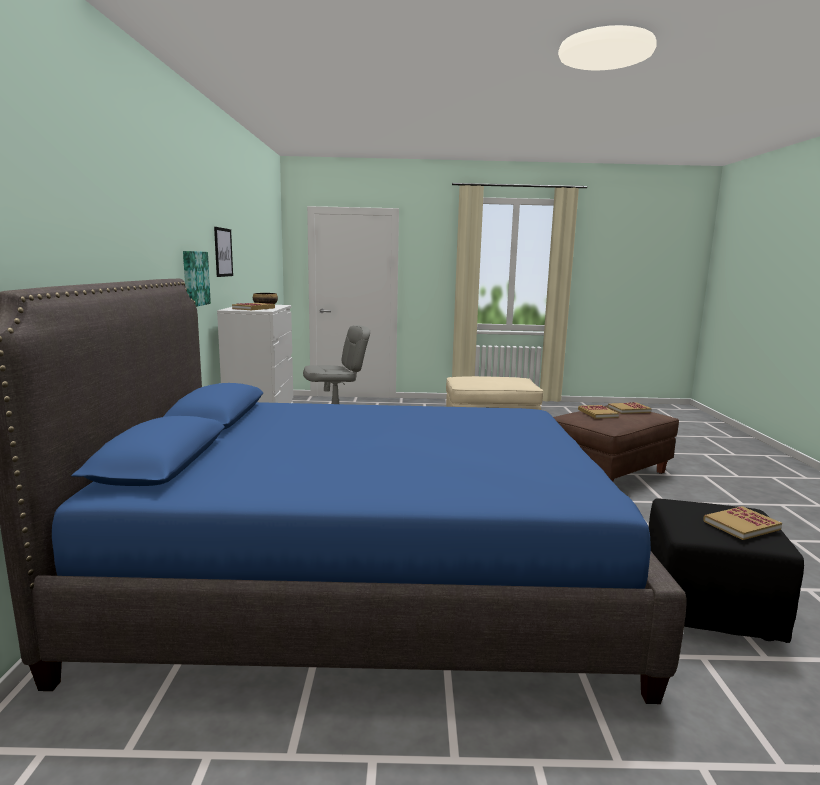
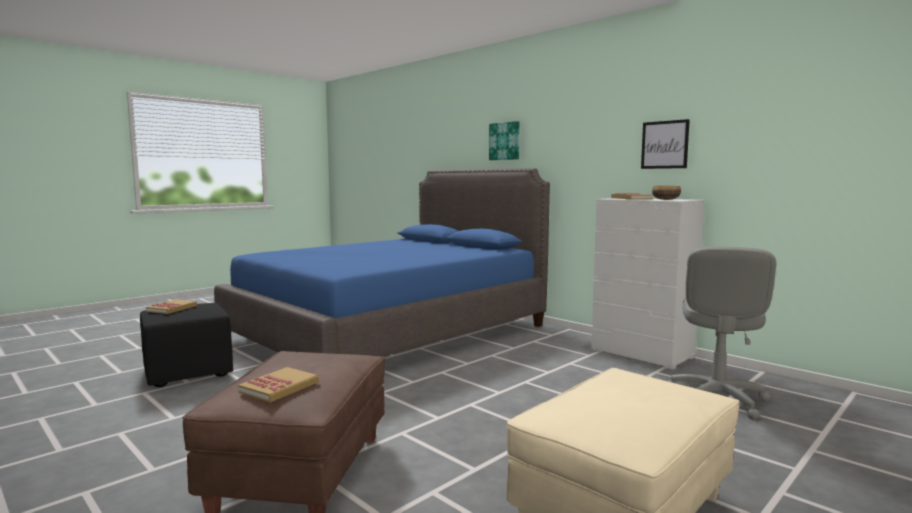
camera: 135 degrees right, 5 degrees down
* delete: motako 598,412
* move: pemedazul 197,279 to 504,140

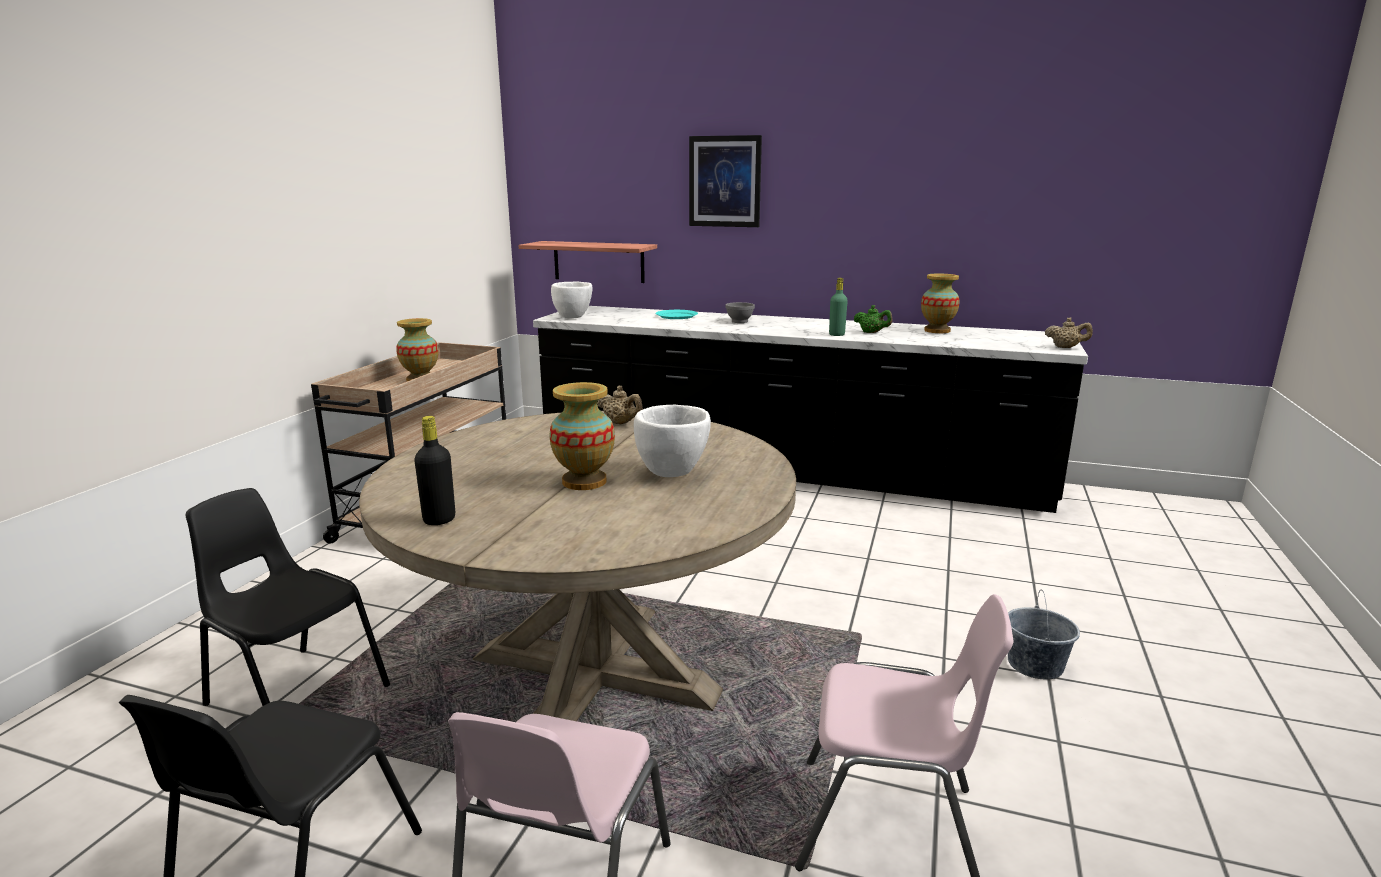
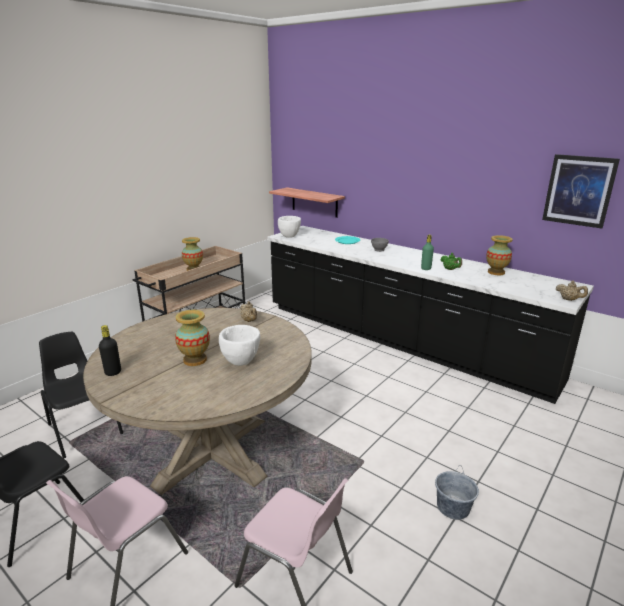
camera: 20 degrees right, 5 degrees up
* move: pemedazul 725,181 to 581,191

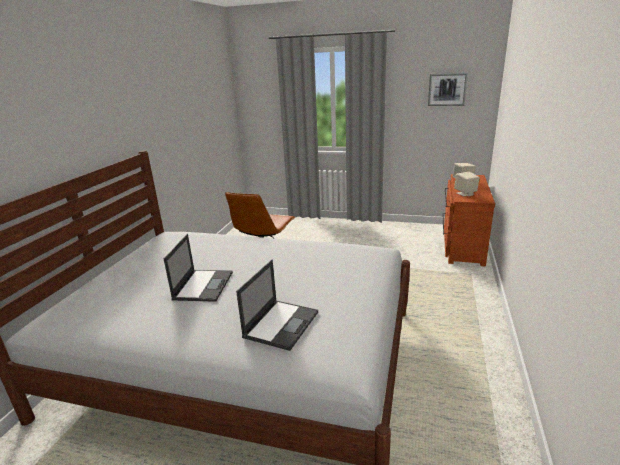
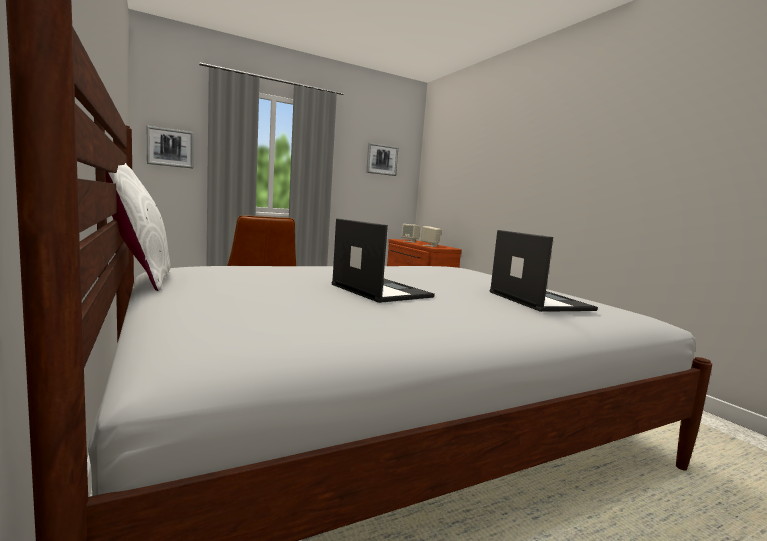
camera: 45 degrees left, 15 degrees down
* insert: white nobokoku 138,227
* insert: pemedazul 170,147

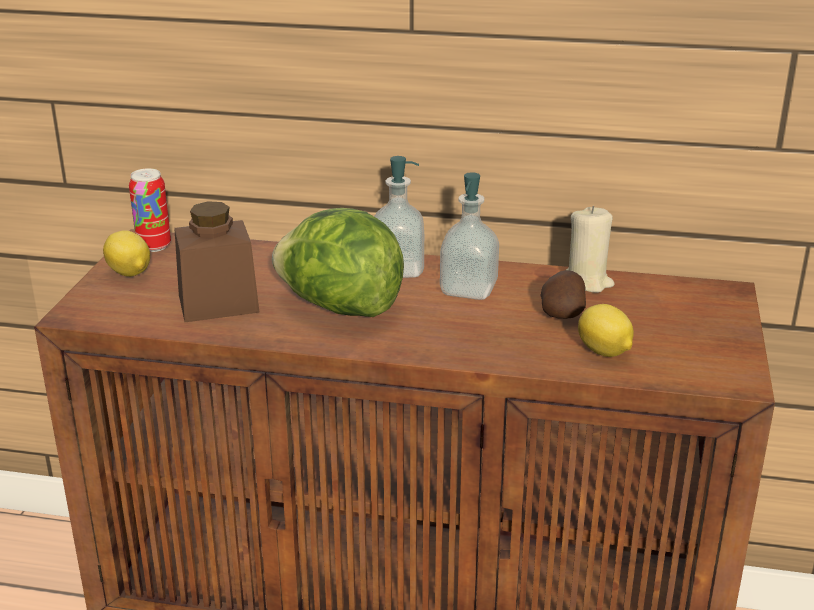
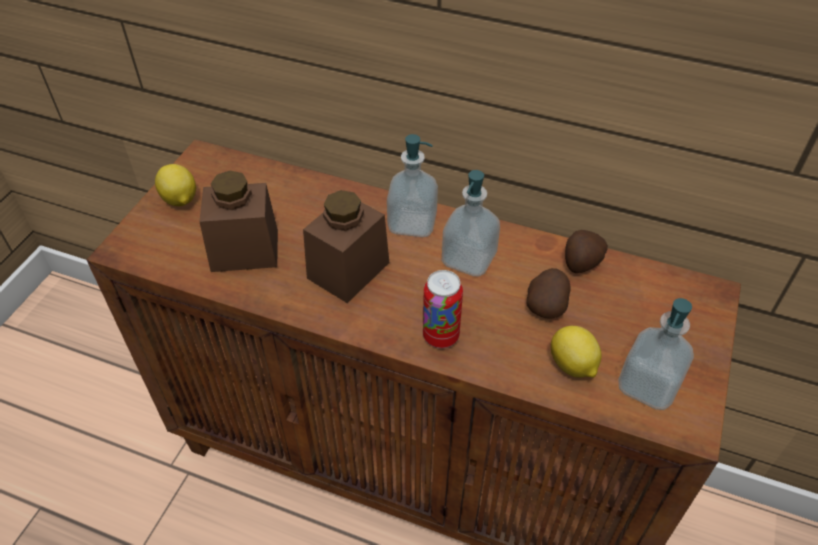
camera: 10 degrees right, 20 degrees up
* insert: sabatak 656,354
* move: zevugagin 150,210 to 443,309
* replace: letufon 338,262 to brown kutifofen 346,246
* replace: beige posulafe 590,249 to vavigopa 586,251

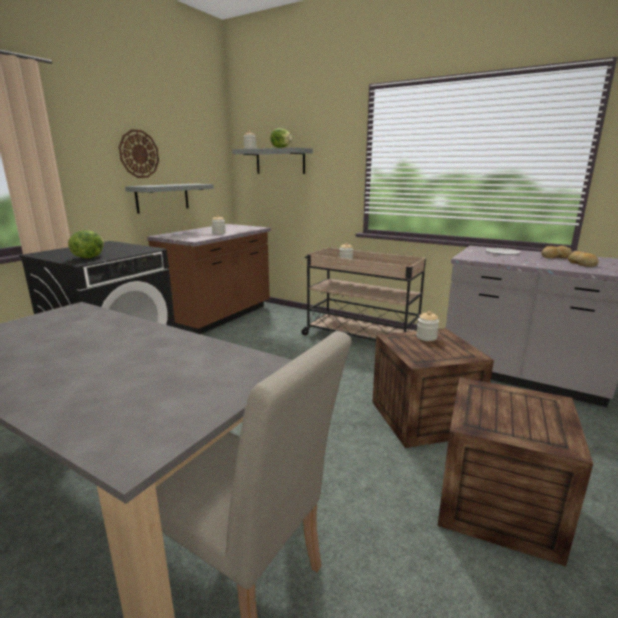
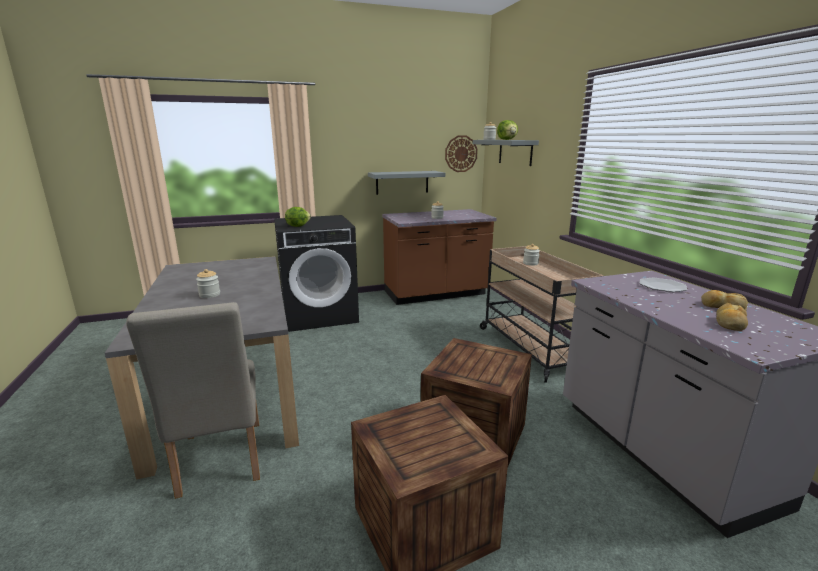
camera: 40 degrees right, 0 degrees up
* move: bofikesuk 139,153 to 461,154
* move: kutifofen 427,326 to 208,283

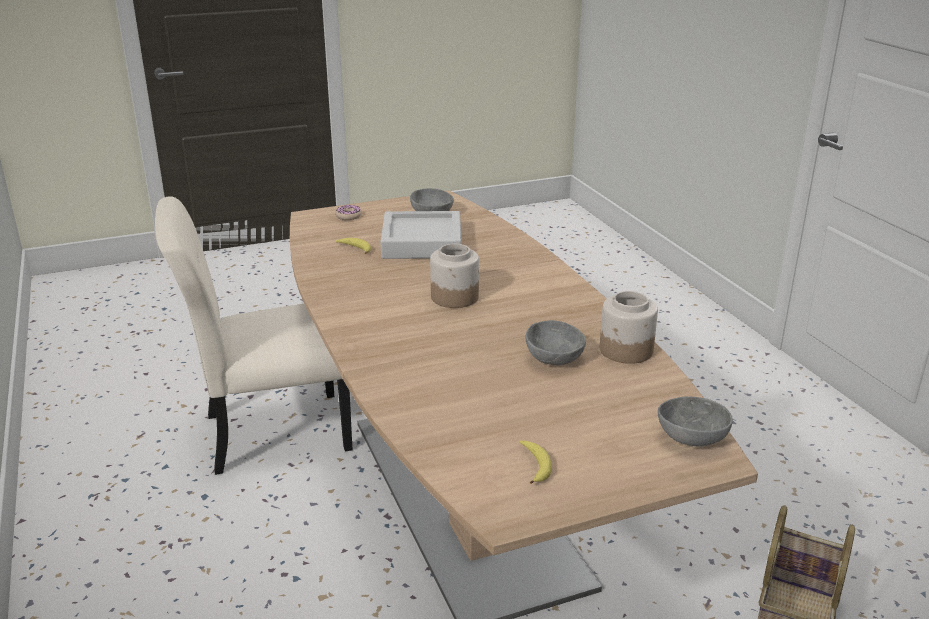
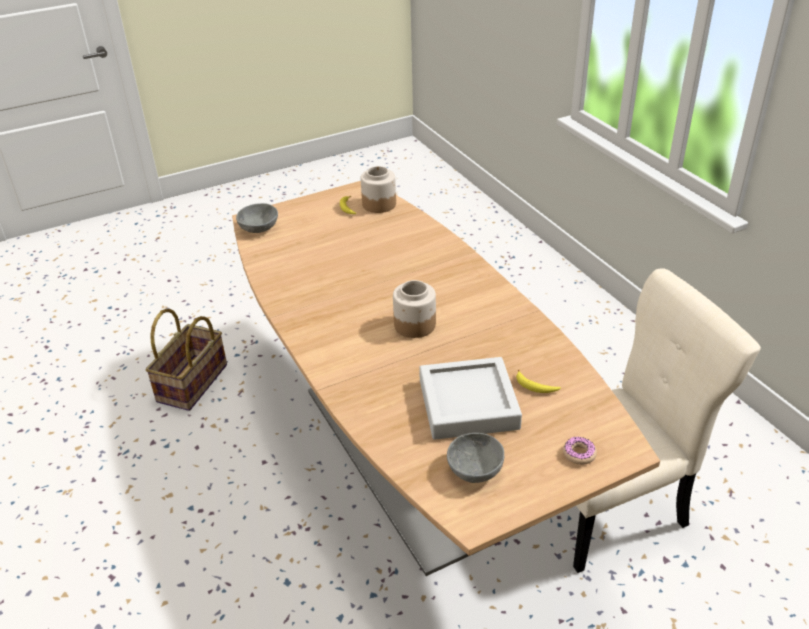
camera: 175 degrees right, 10 degrees up
* delete: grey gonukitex 555,342
* move: kutifofen 629,327 to 378,189

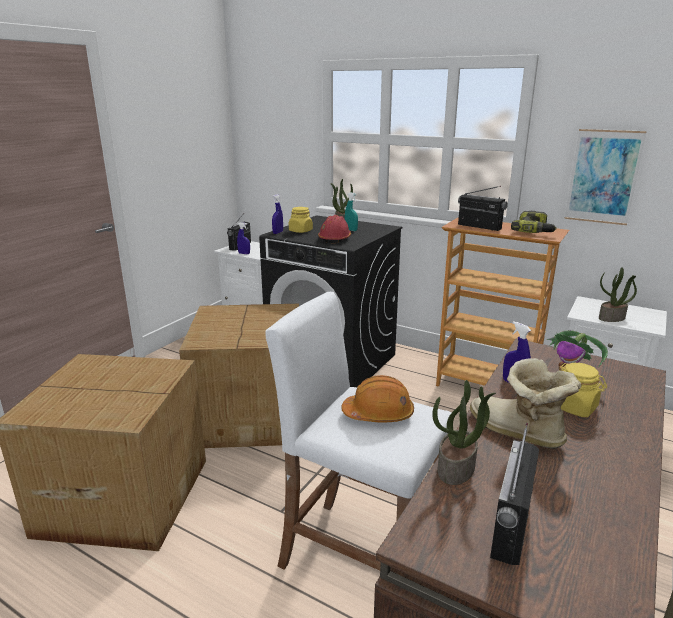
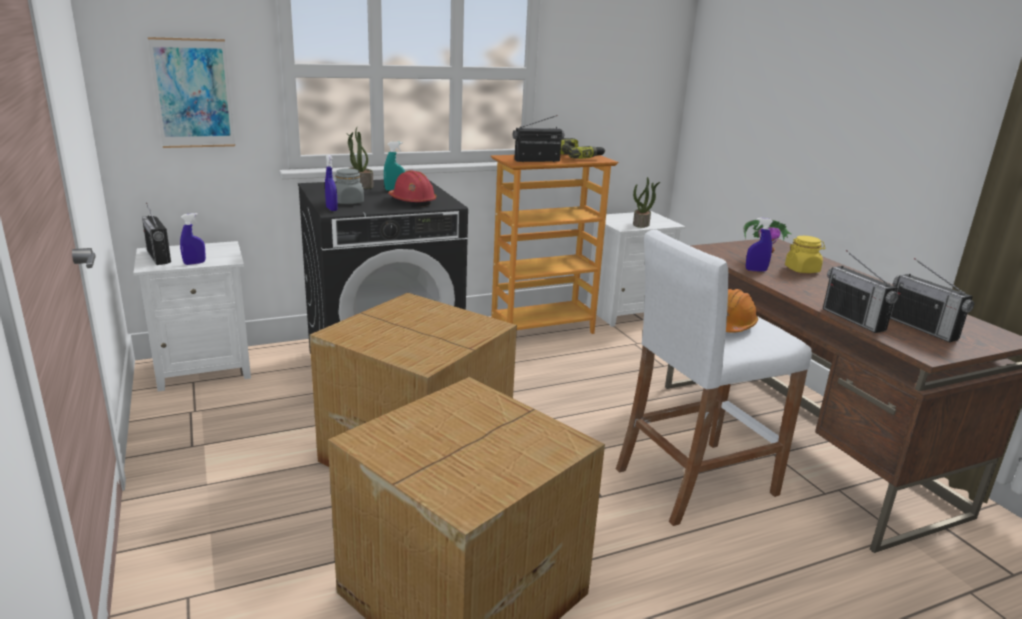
camera: 55 degrees left, 0 degrees up
* delete: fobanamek 525,403
* move: pemedazul 605,177 to 191,92
* replace: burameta 464,432 to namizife 860,291
* recolor: yellow kutifofen 301,220 to grey kutifofen 349,186

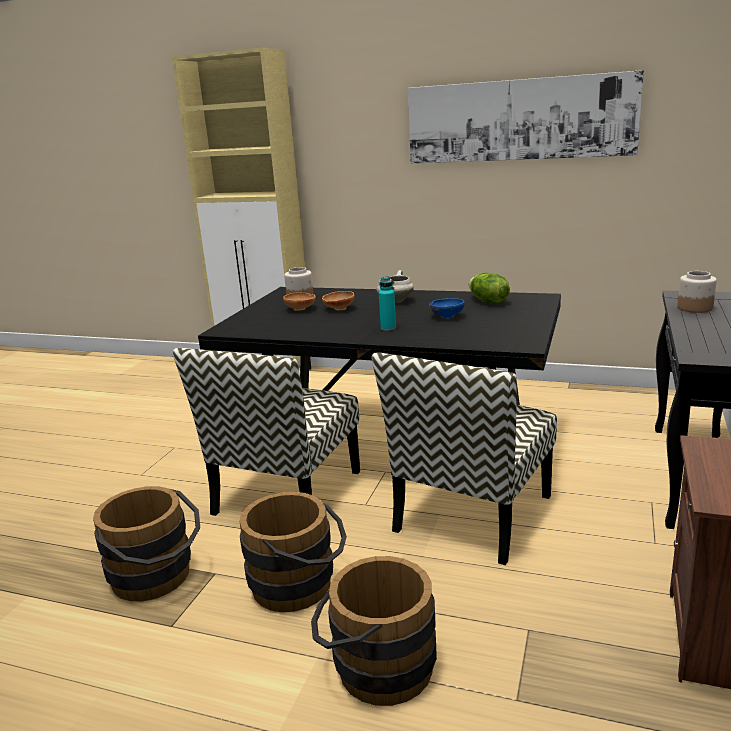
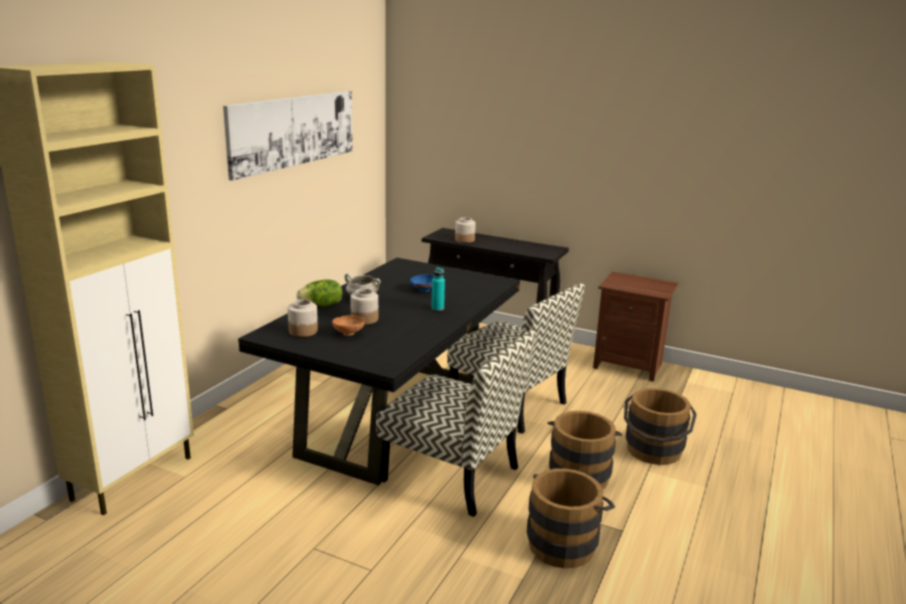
camera: 85 degrees left, 0 degrees up
* move: letufon 489,288 to 319,293
* replace: brown gonukitex 338,301 to kutifofen 364,307

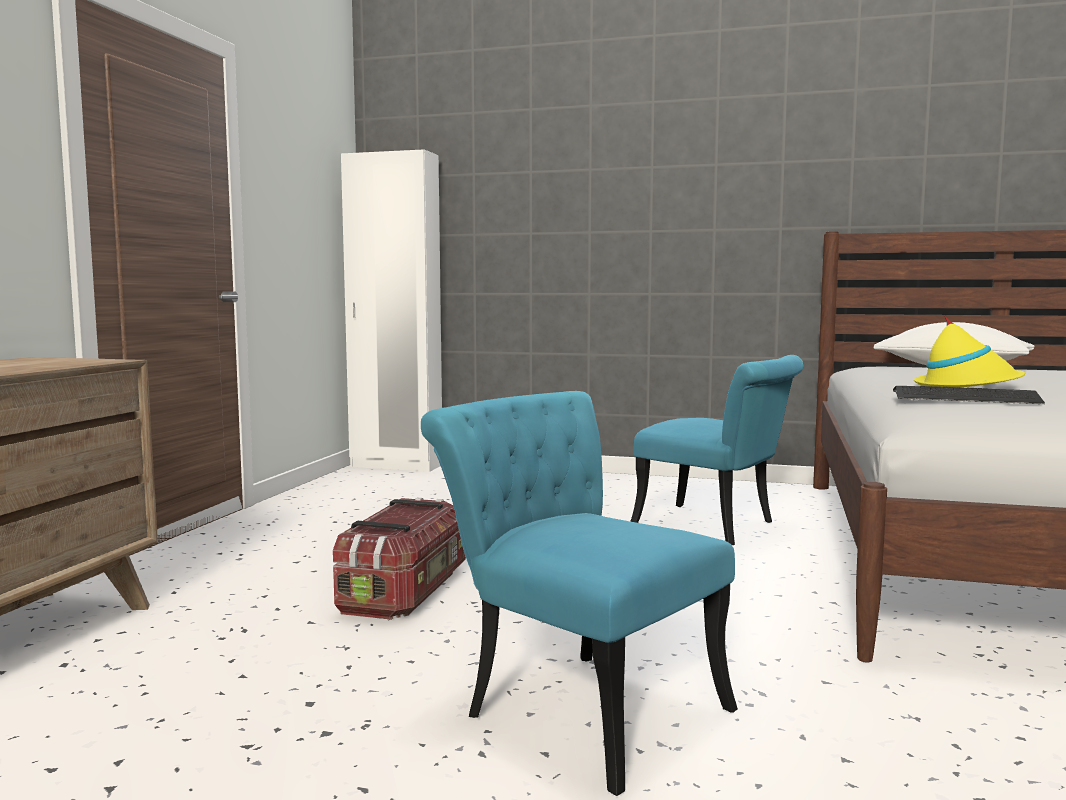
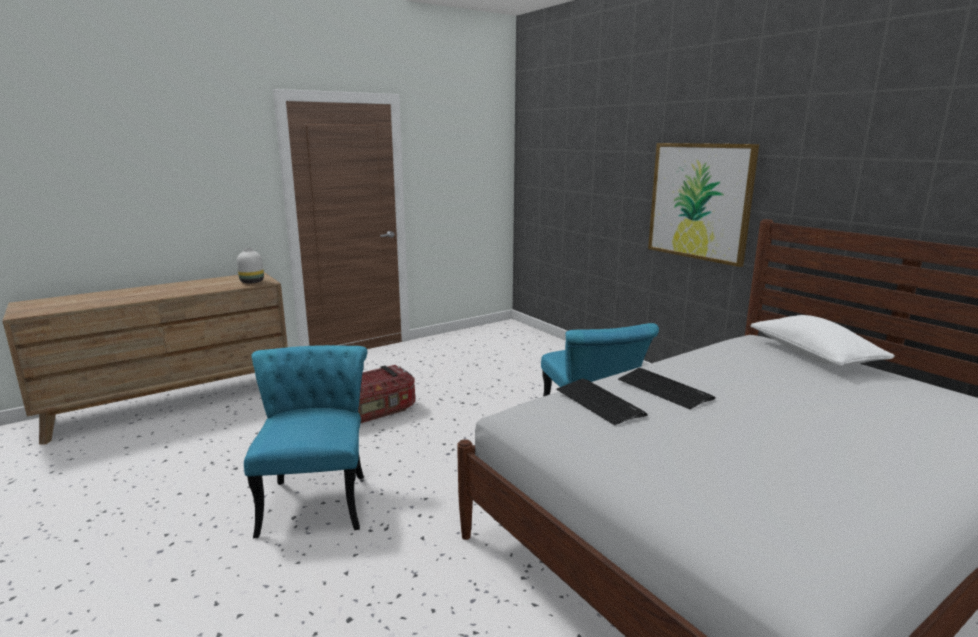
camera: 40 degrees right, 10 degrees up
* delete: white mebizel 391,310
* insert: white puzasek 250,265
* insert: pemedazul 703,205
* replace: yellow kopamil 969,351 to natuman 666,388

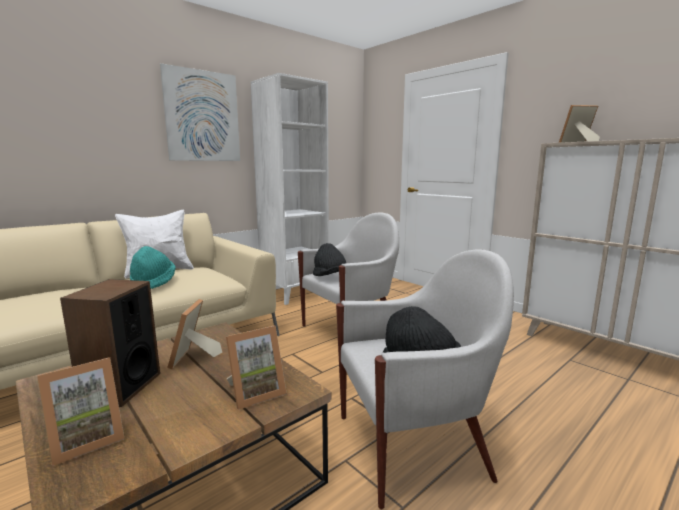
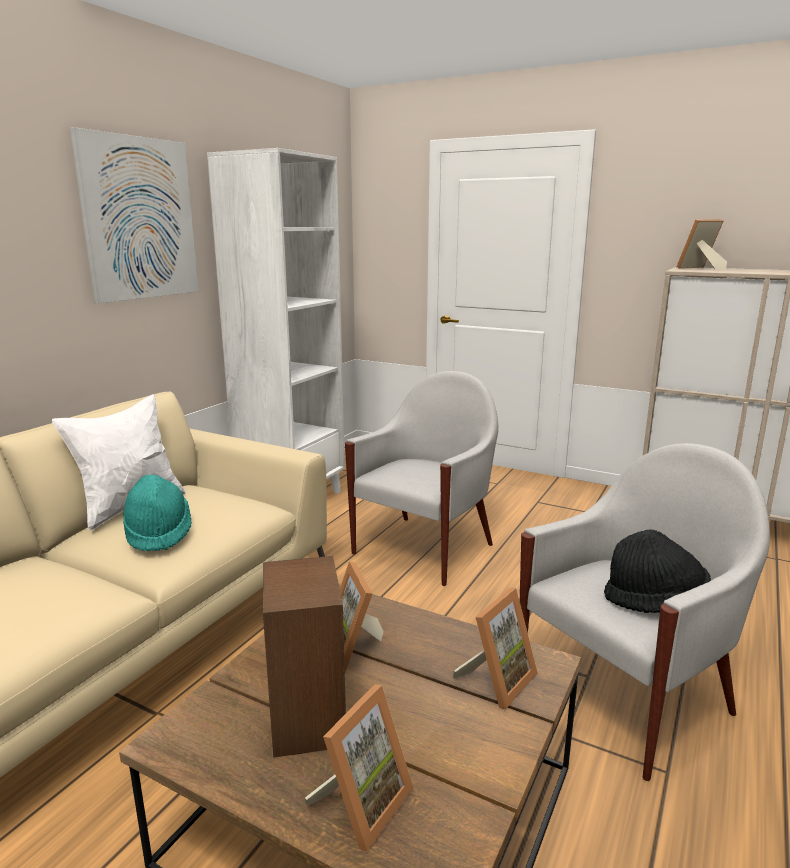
camera: 20 degrees left, 5 degrees up
* delete: black kopamil 329,259

